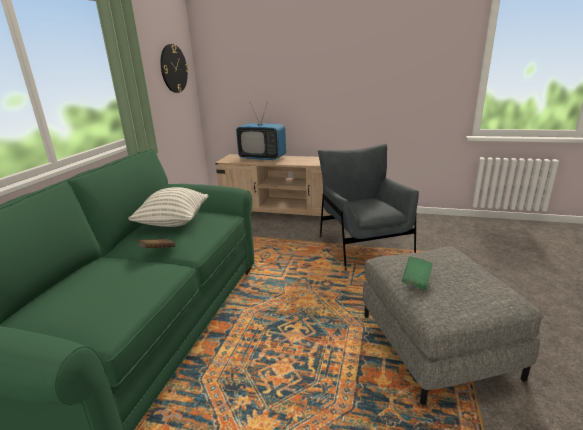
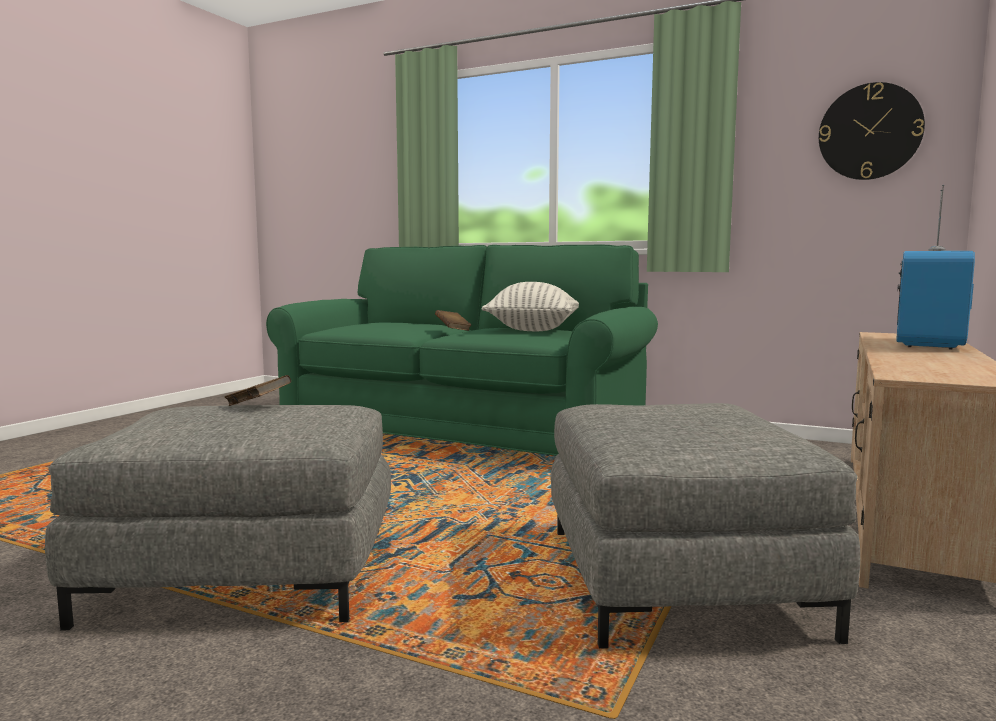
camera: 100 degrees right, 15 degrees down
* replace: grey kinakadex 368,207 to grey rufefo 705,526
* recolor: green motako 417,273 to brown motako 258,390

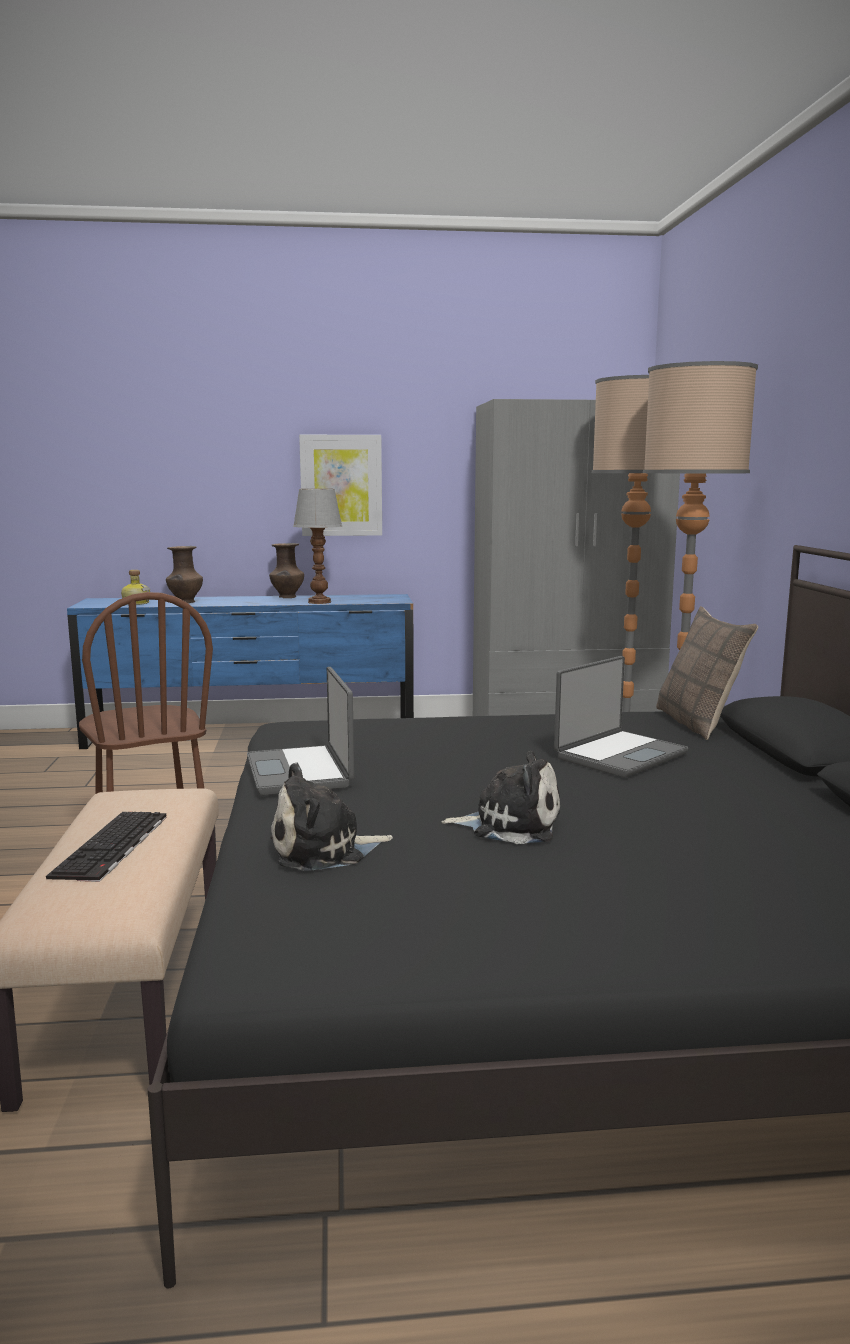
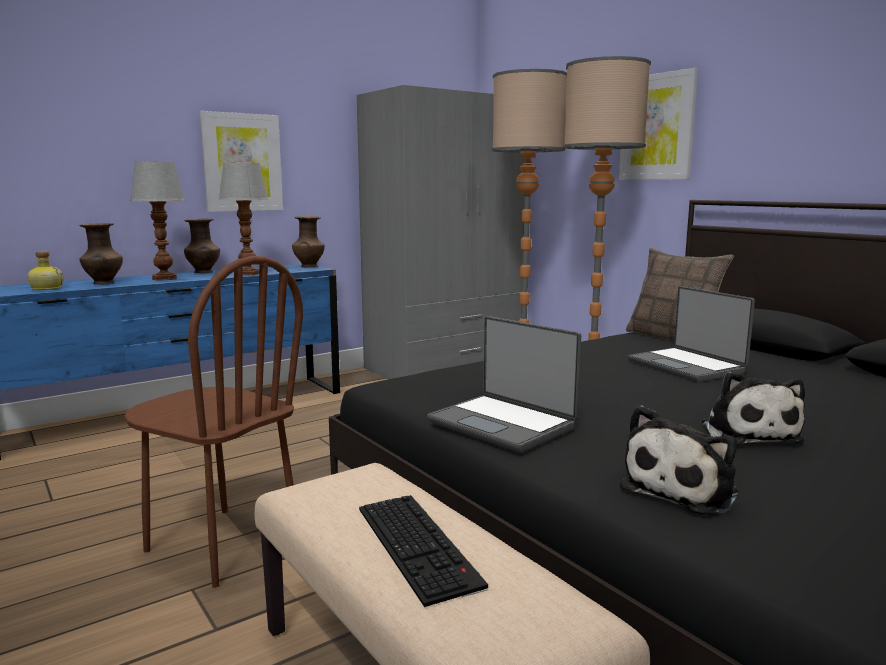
camera: 30 degrees left, 0 degrees up
* insert: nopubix 157,220
* insert: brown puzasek 308,242
* insert: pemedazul 658,124
* rotate: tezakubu 500,797 = 753,407 105 degrees clockwise
* rotate: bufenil 621,717 = 691,334 135 degrees clockwise

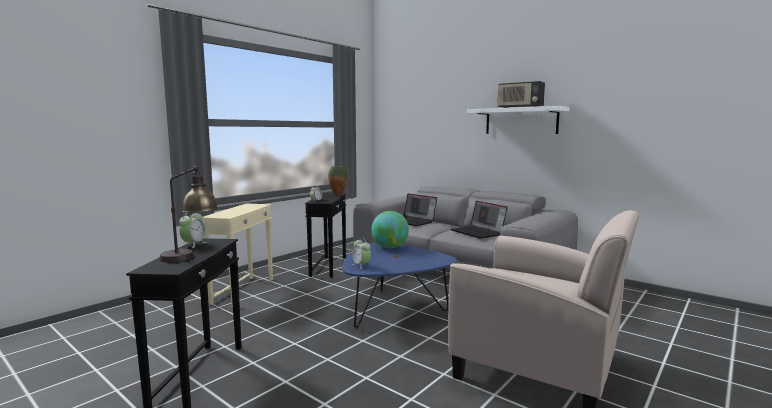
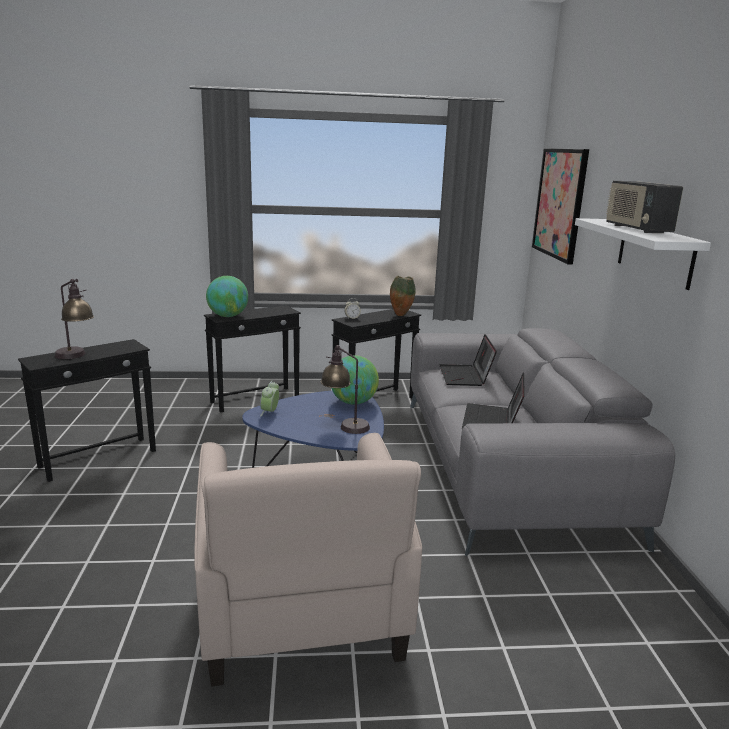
camera: 45 degrees right, 10 degrees up
* delete: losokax 193,230
* insert: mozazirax 227,296
* insert: nopubix 345,389
* insert: pemedazul 560,206
* recolor: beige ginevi 237,255 to black ginevi 252,358

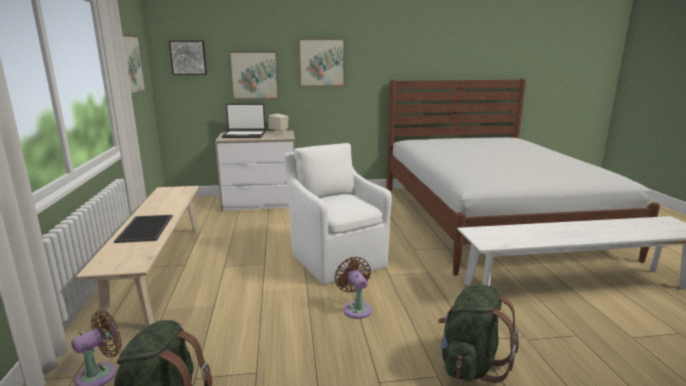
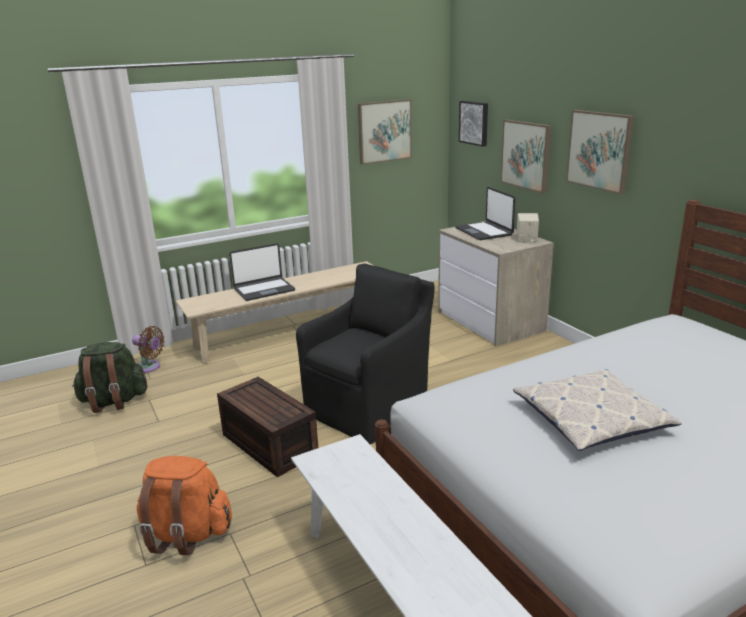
camera: 70 degrees right, 5 degrees up
* insert: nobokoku 597,410
* replace: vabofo 143,229 to bufenil 262,272
* replace: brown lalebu 353,288 to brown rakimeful 267,427
* recolor: white kinakadex 338,214 to black kinakadex 365,353
* recolor: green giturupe 478,334 to orange giturupe 184,505

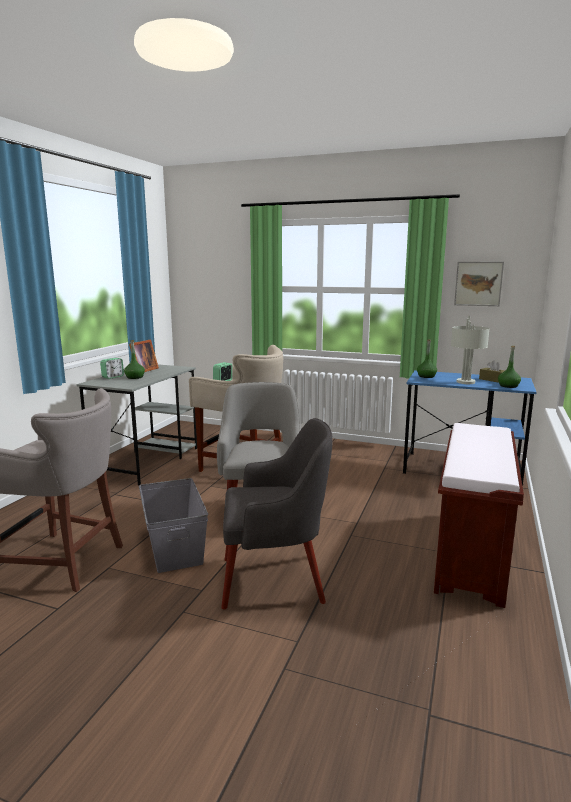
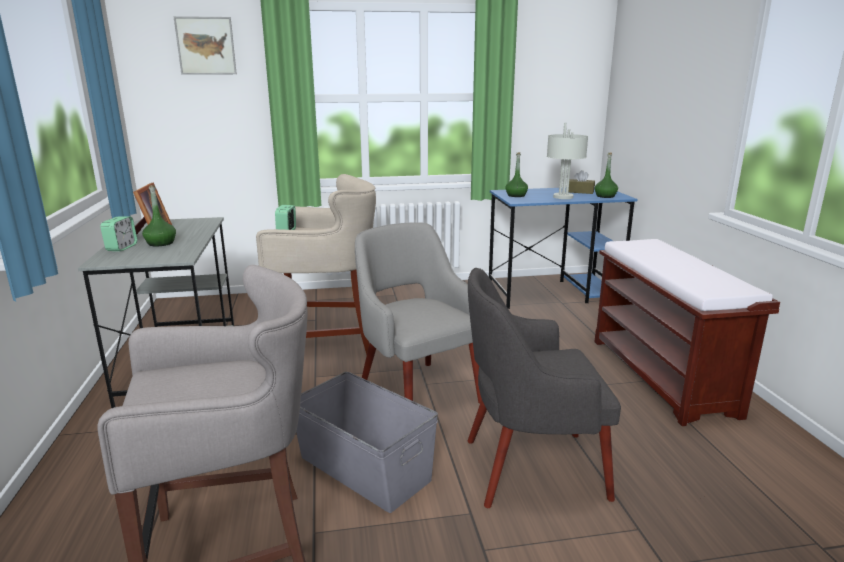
camera: 30 degrees left, 5 degrees up
* move: pemedazul 479,284 to 205,45
* rotate: grey kinakadex 277,513 = 544,388 150 degrees counterclockwise

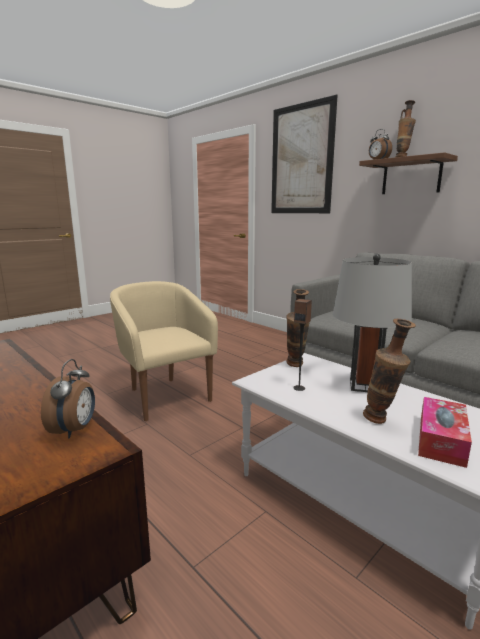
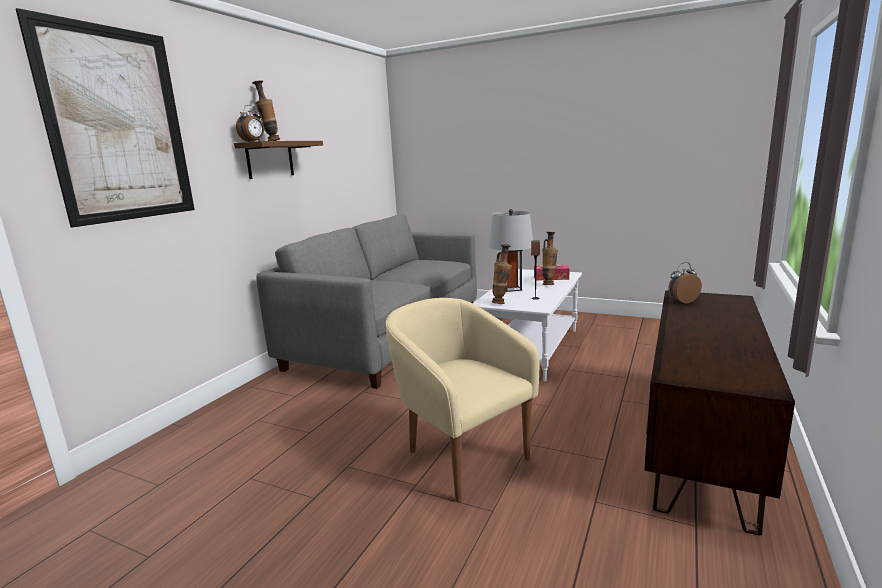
camera: 110 degrees left, 0 degrees up
* rotate: beige kinakadex 164,351 = 463,400 105 degrees clockwise

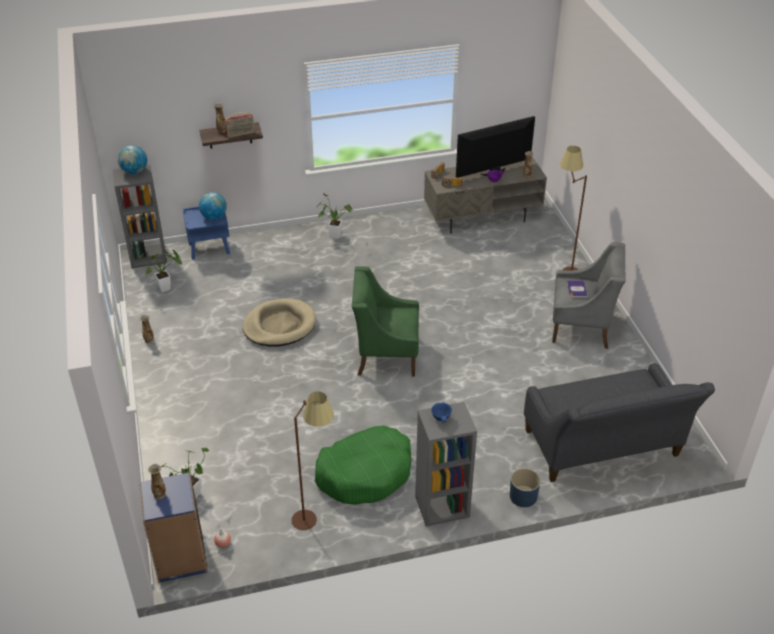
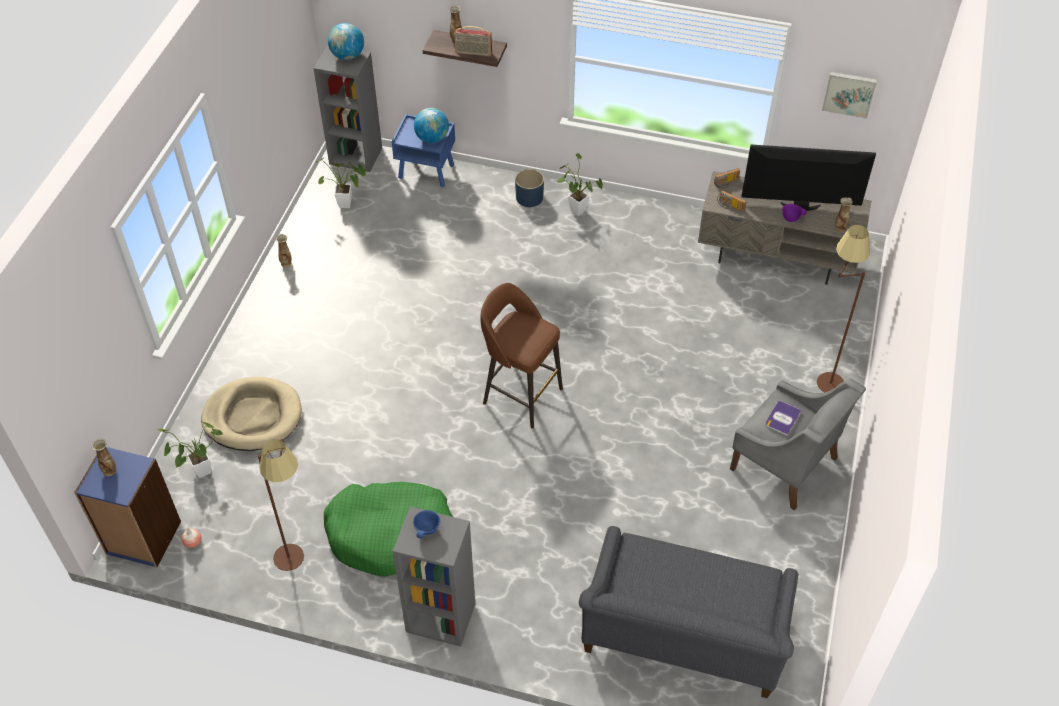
camera: 30 degrees right, 10 degrees up
* insert: pemedazul 849,95
* move: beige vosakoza 279,322 to 251,414
* move: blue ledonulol 525,487 to 529,188
* replace: green kinakadex 385,322 to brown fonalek 521,356

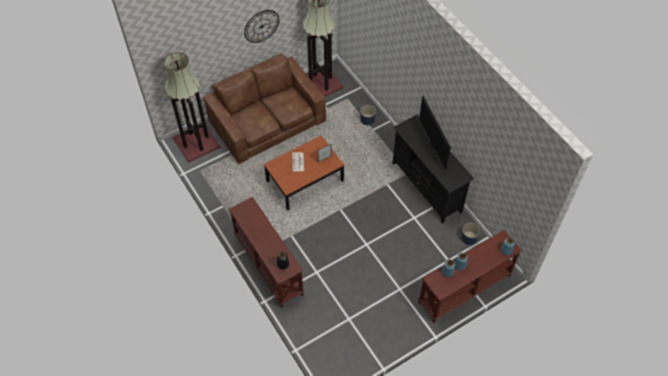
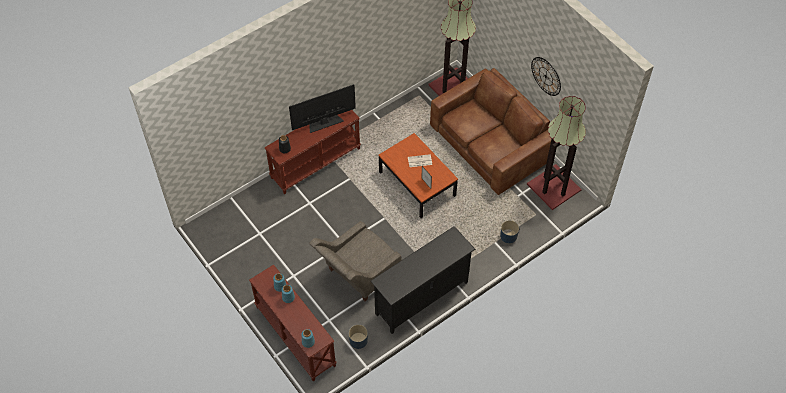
camera: 85 degrees right, 0 degrees up
* insert: grey kinakadex 355,261
* move: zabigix 435,132 to 322,108

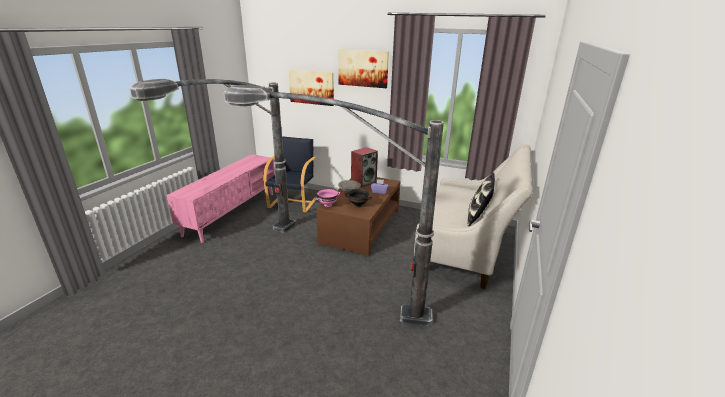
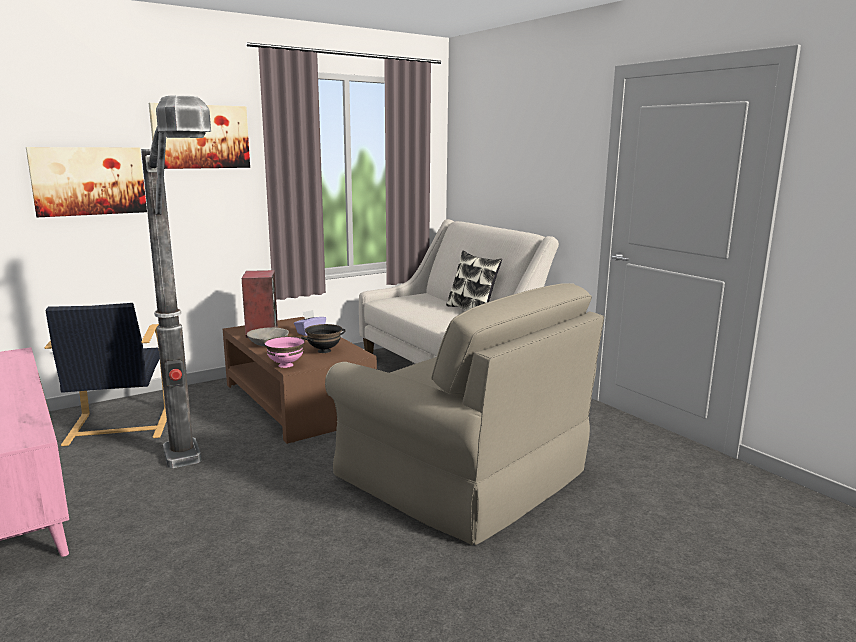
camera: 55 degrees left, 10 degrees down
* replace: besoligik 334,205 to beige kinakadex 464,414
* rotate: black kinakadex 289,174 = 106,374 150 degrees counterclockwise

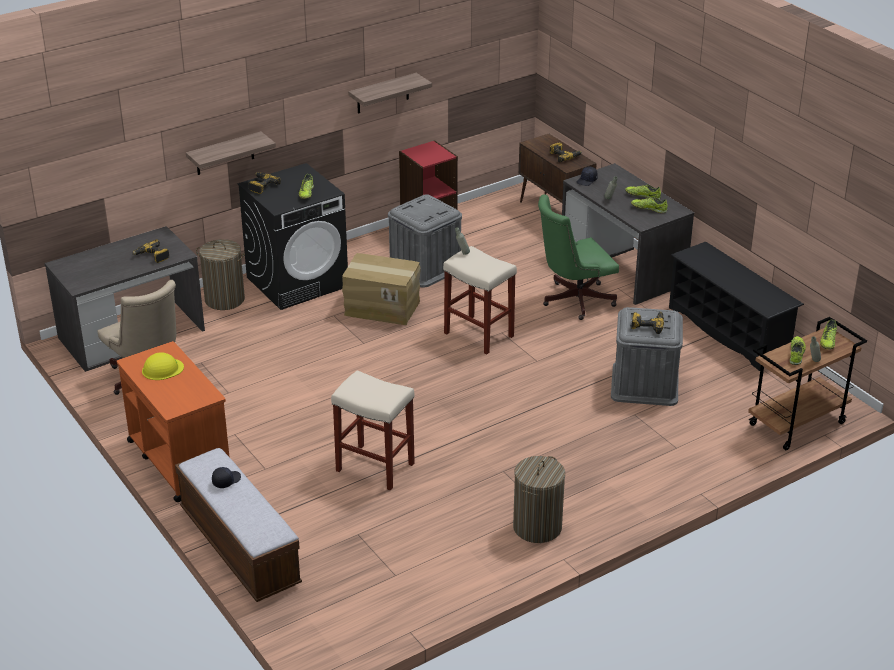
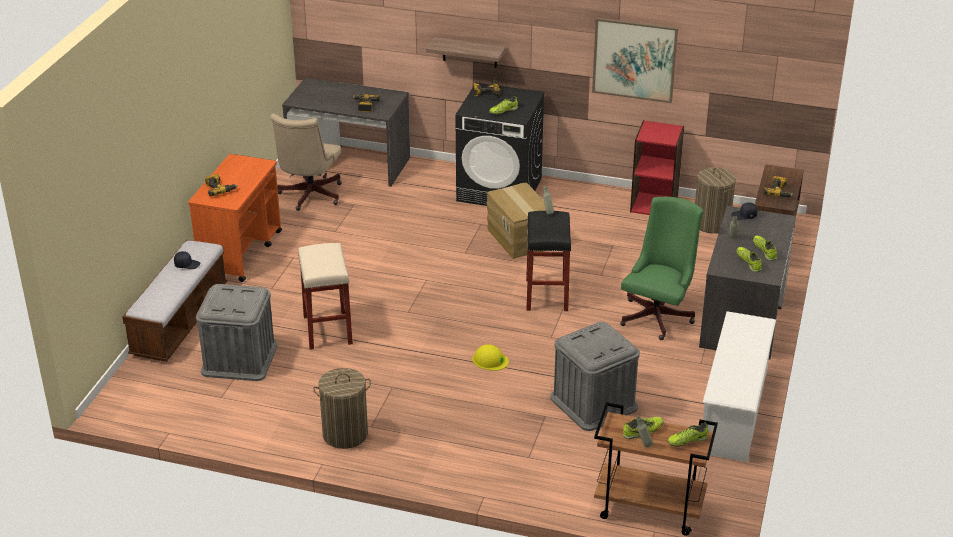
camera: 50 degrees right, 0 degrees up
* move: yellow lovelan 163,366 to 490,357
* move: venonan 220,274 to 715,200
* move: grey rakimeful 425,241 to 236,332
* move: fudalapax 647,323 to 221,185
* replace: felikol 390,93 to pemedazul 635,60
* recolor: beige fonalek 480,300 to black fonalek 548,261
* recolor: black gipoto 736,306 to white gipoto 739,386
* rotate: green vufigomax 578,257 = 661,268 90 degrees clockwise

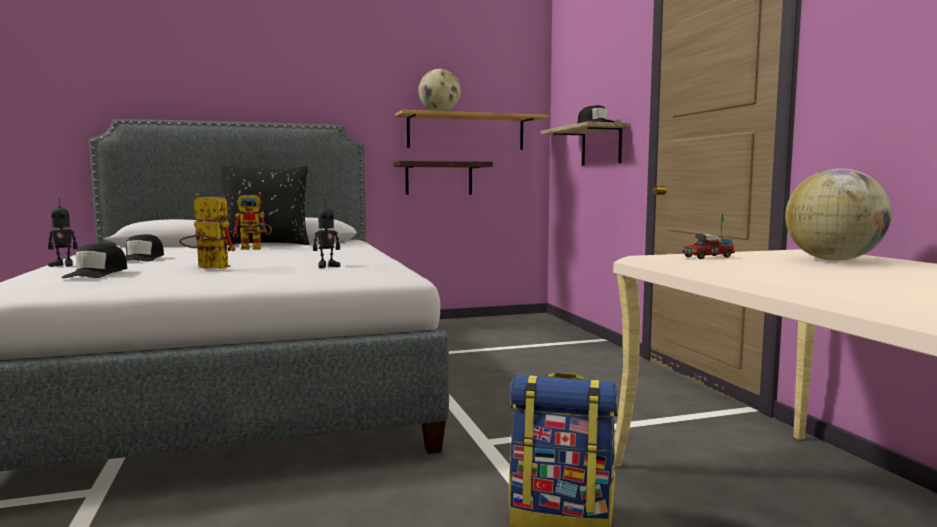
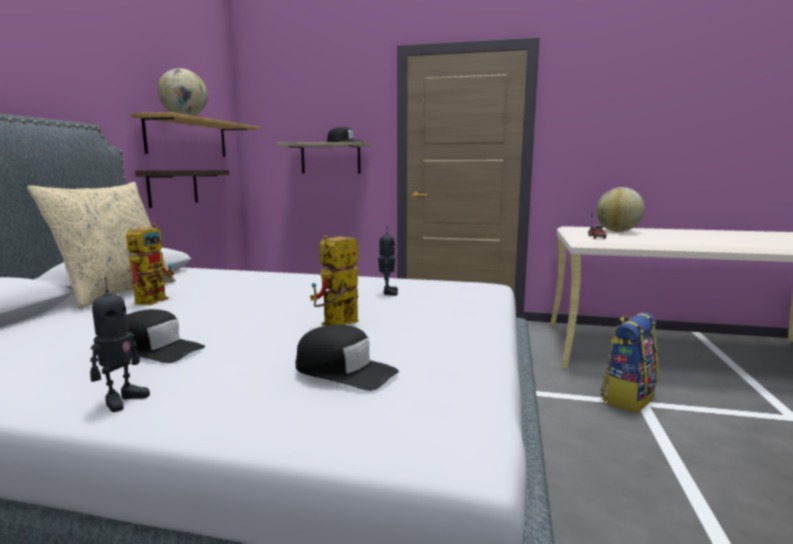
camera: 60 degrees left, 5 degrees up
* recolor: black nobokoku 265,205 to beige nobokoku 101,245

